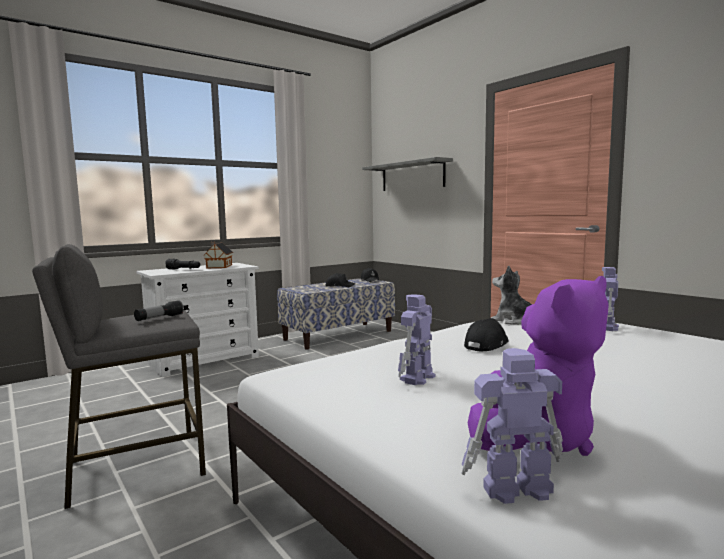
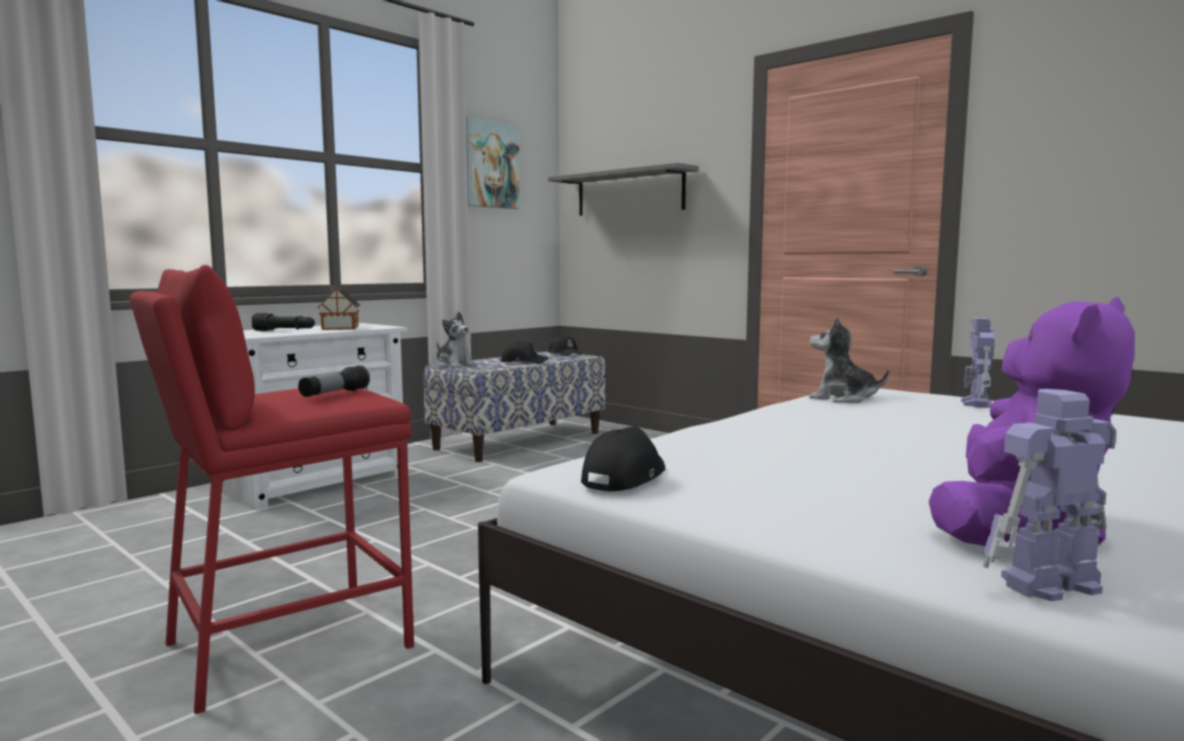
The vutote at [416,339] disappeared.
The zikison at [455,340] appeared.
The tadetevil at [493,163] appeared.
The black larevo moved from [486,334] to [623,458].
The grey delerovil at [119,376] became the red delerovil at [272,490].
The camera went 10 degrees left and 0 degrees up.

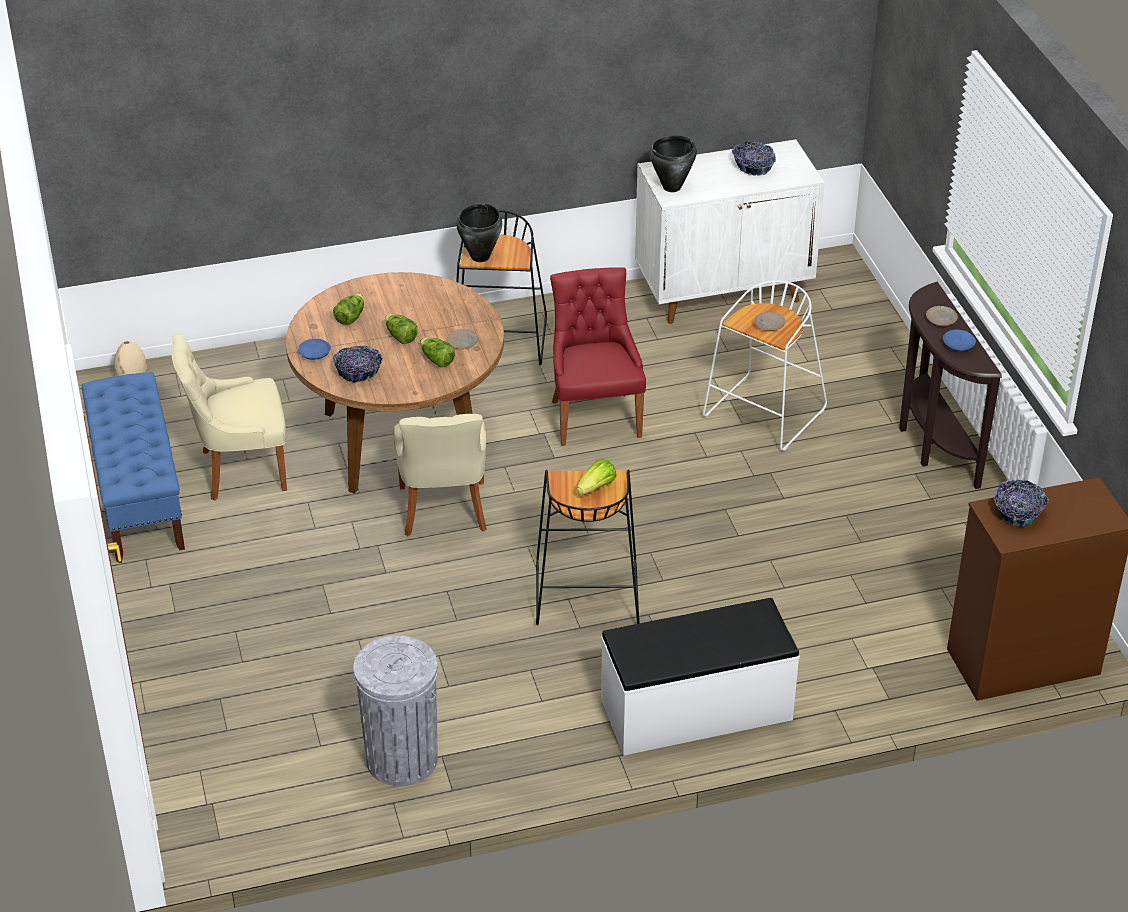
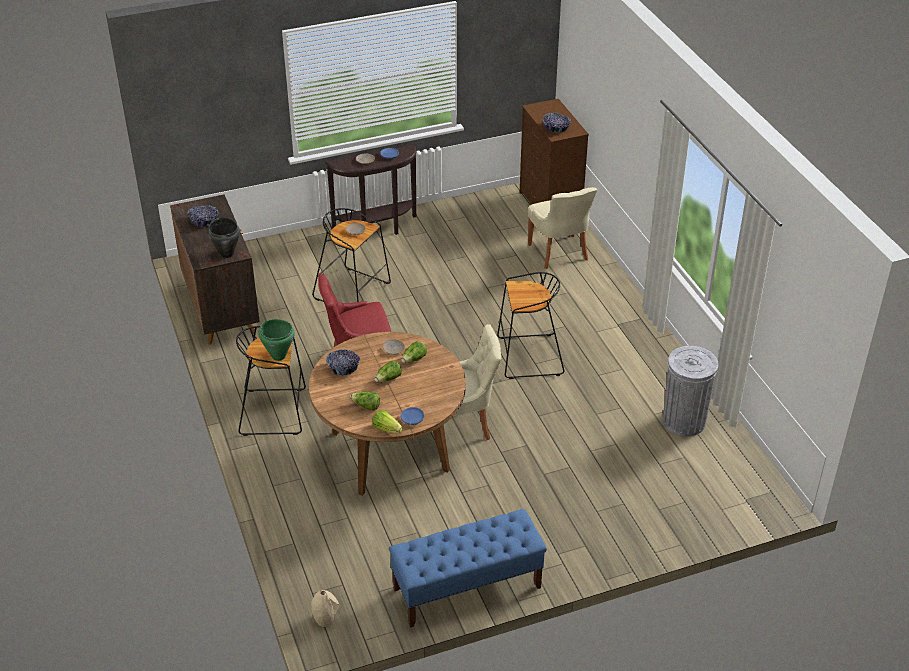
The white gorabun at [700,677] disappeared.
The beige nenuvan moved from [229,417] to [562,228].
The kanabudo moved from [358,364] to [343,362].
The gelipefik moved from [597,477] to [387,421].
The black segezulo at [479,232] became the green segezulo at [276,340].
The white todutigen at [729,231] became the brown todutigen at [215,269].
The white delerovil at [765,366] became the black delerovil at [351,255].
The camera went 95 degrees left and 0 degrees up.

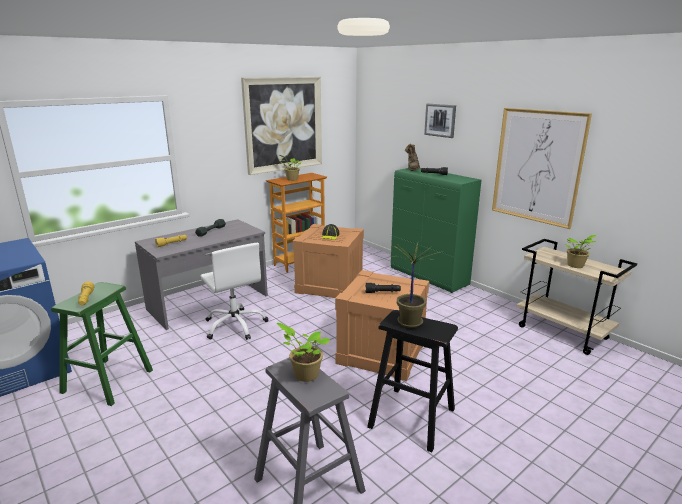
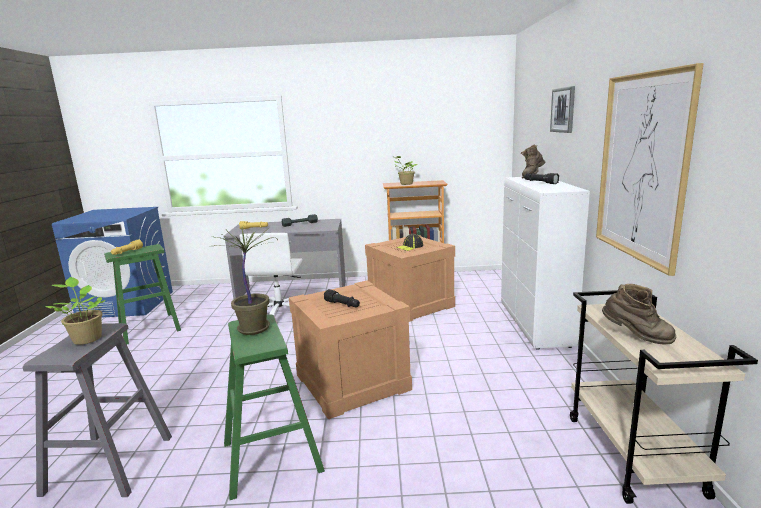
The tadetevil at [281,126] disappeared.
The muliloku at [580,251] was replaced by the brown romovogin at [639,314].
The black delerovil at [412,381] became the green delerovil at [274,407].
The green todutigen at [436,230] became the white todutigen at [545,263].
The camera went 40 degrees right and 5 degrees down.

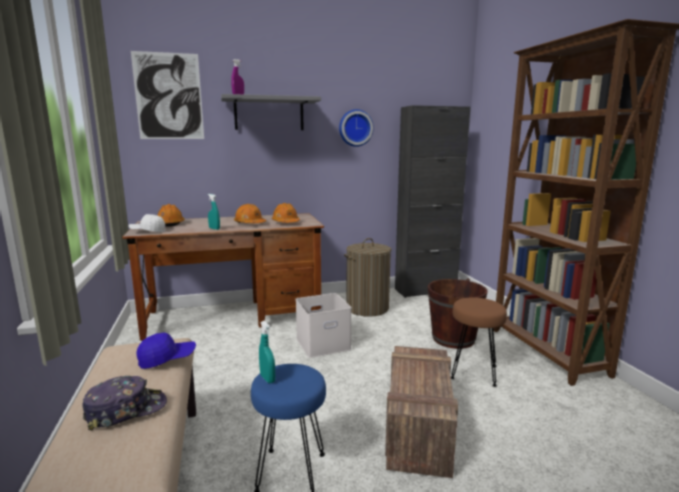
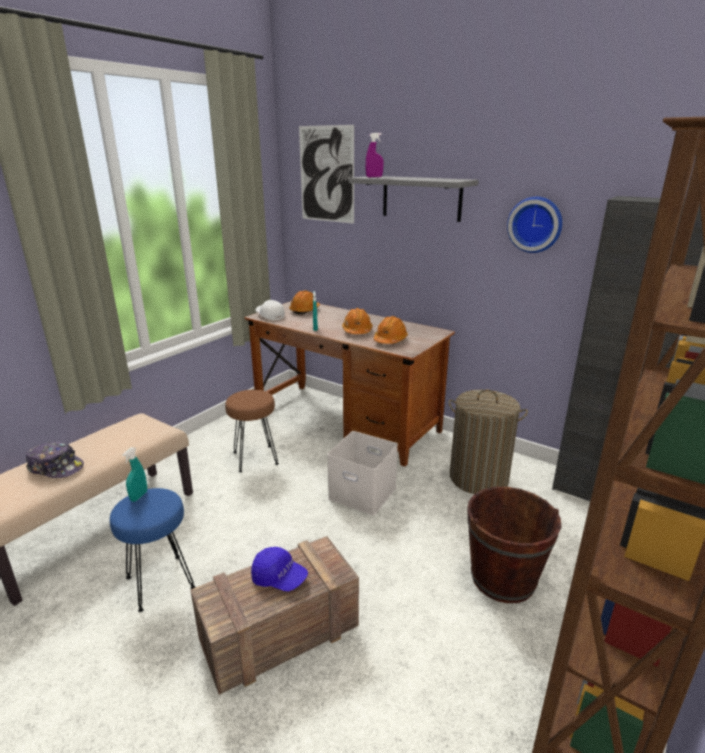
The blue larevo moved from [166,351] to [279,569].
The brown delerovil moved from [479,342] to [252,431].
The camera went 50 degrees right and 10 degrees up.

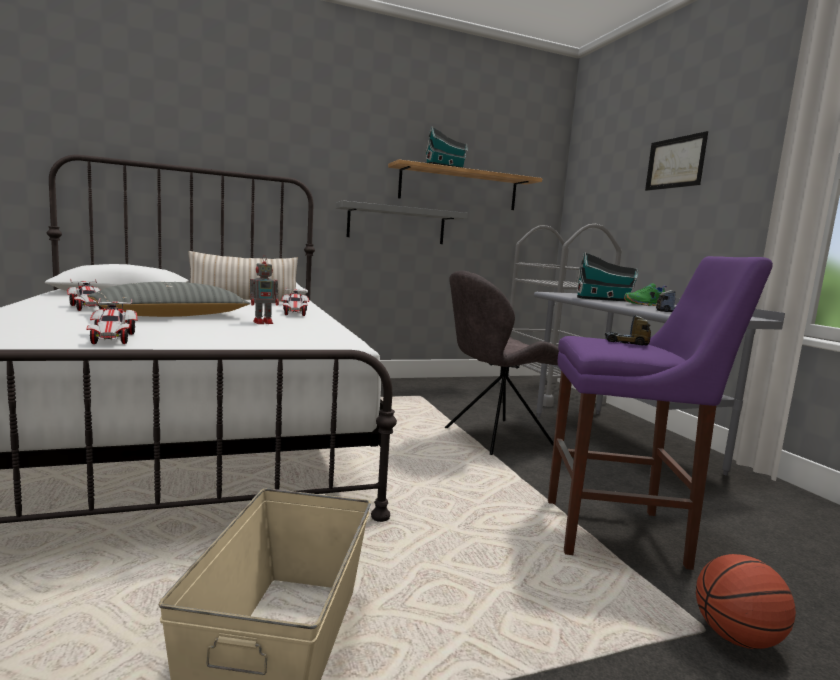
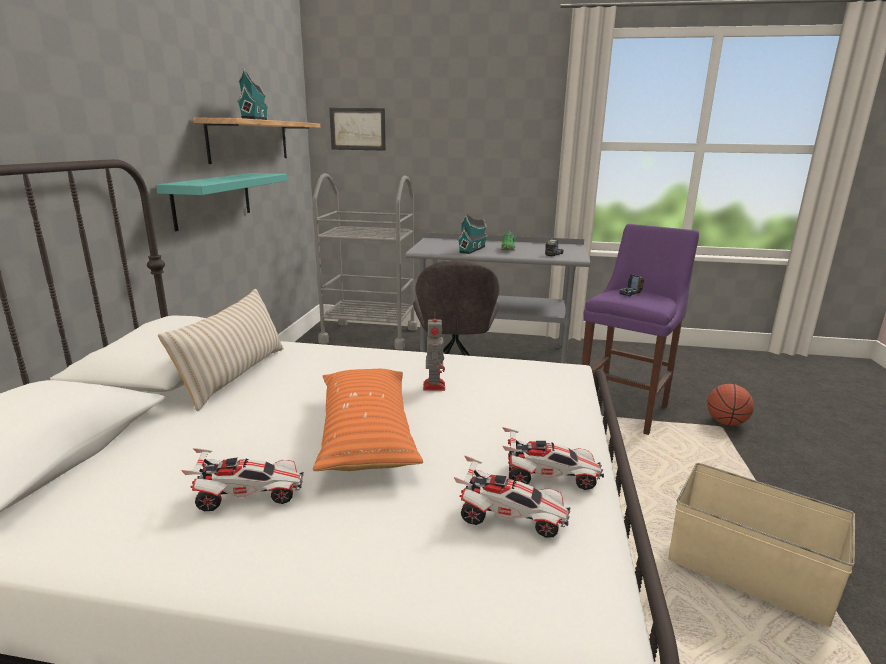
The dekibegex moved from [295,302] to [512,496].
The tadetevil moved from [676,161] to [357,129].
The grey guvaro at [168,299] became the orange guvaro at [368,420].
The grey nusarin at [402,222] became the turquoise nusarin at [221,202].
The camera went 60 degrees left and 10 degrees up.

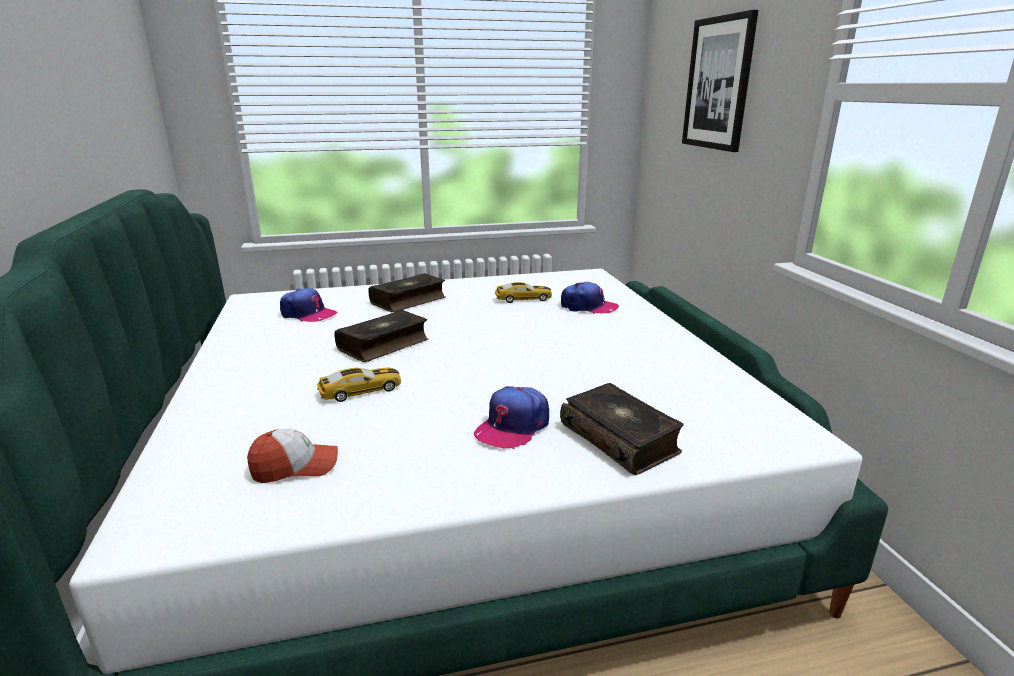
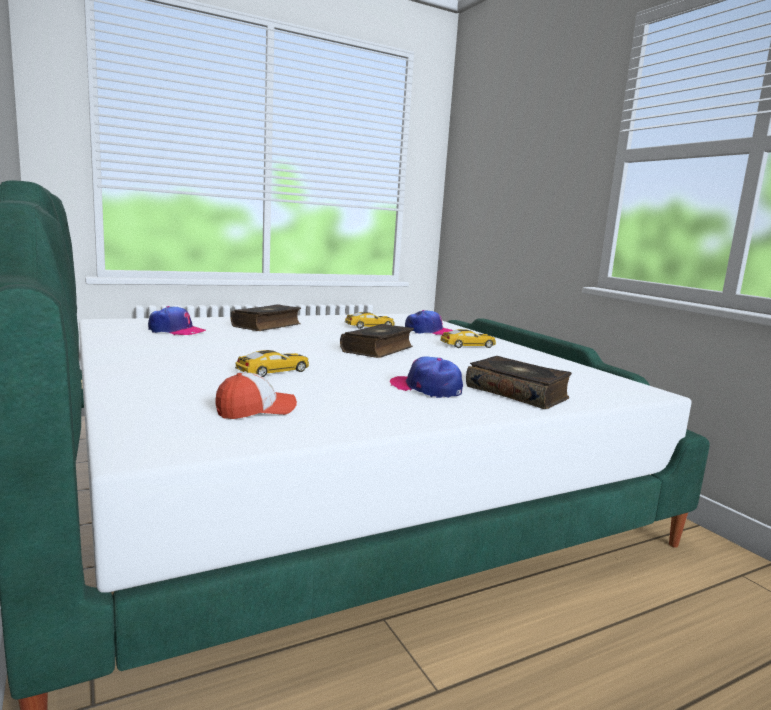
The tadetevil at [720,81] disappeared.
The dekibegex at [468,338] appeared.
The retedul moved from [381,336] to [377,341].
The larevo at [511,418] turned 105 degrees clockwise.
The camera went 15 degrees left and 10 degrees down.

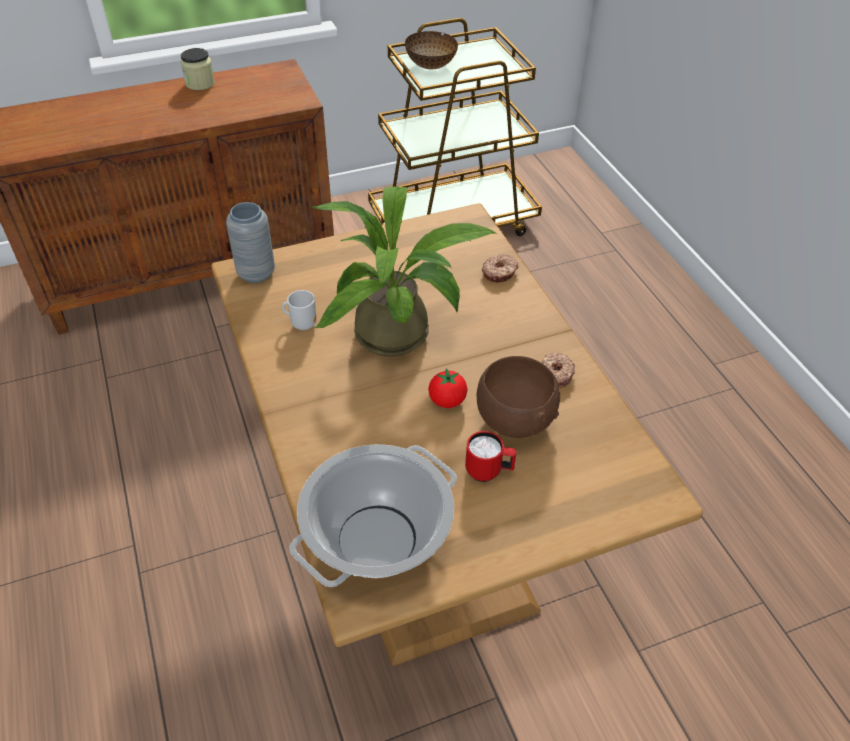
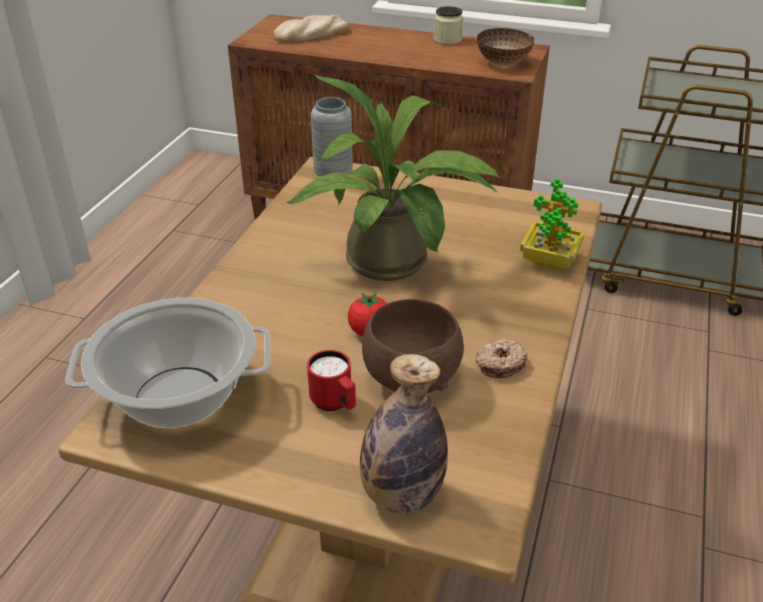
The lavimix at [299,310] disappeared.
The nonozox at [311,28] appeared.
The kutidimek at [404,434] appeared.
The kanabudo moved from [431,50] to [505,47].
The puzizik at [500,268] was replaced by the muliloku at [552,223].
The camera went 40 degrees right and 10 degrees down.

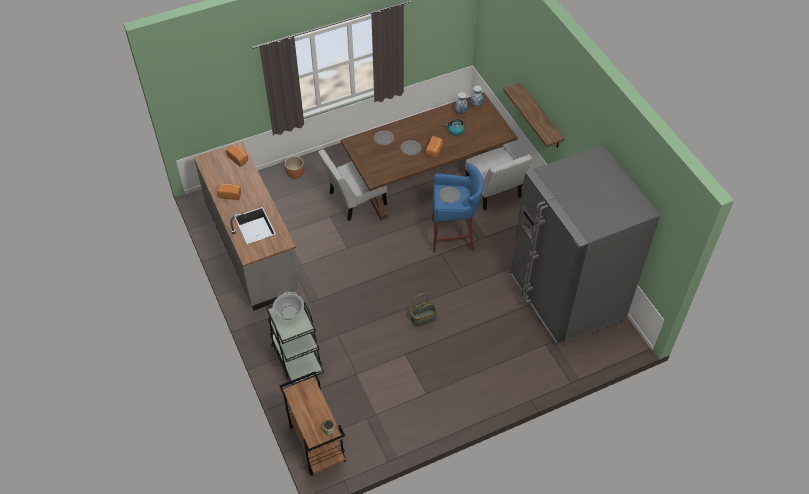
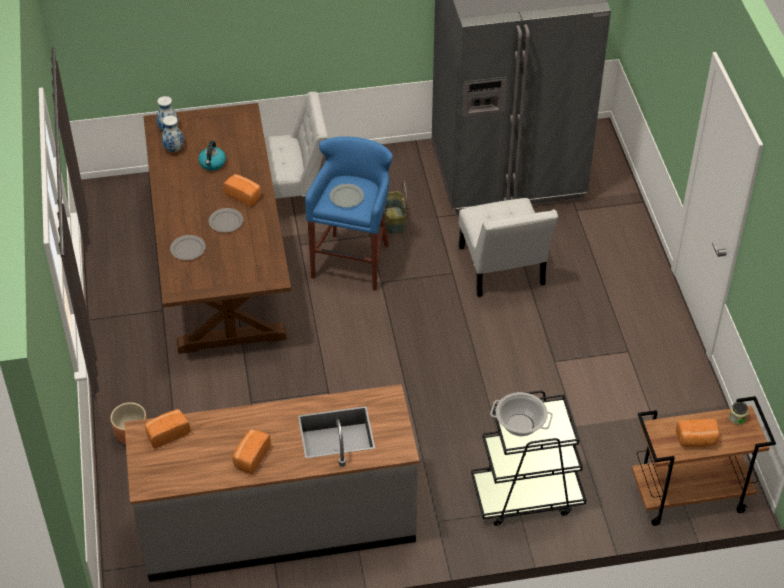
The nusarin at [533,115] disappeared.
The nonozox at [697,433] appeared.
The white nenuvan moved from [352,185] to [508,247].
The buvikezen moved from [424,310] to [395,207].
The camera went 75 degrees left and 5 degrees down.

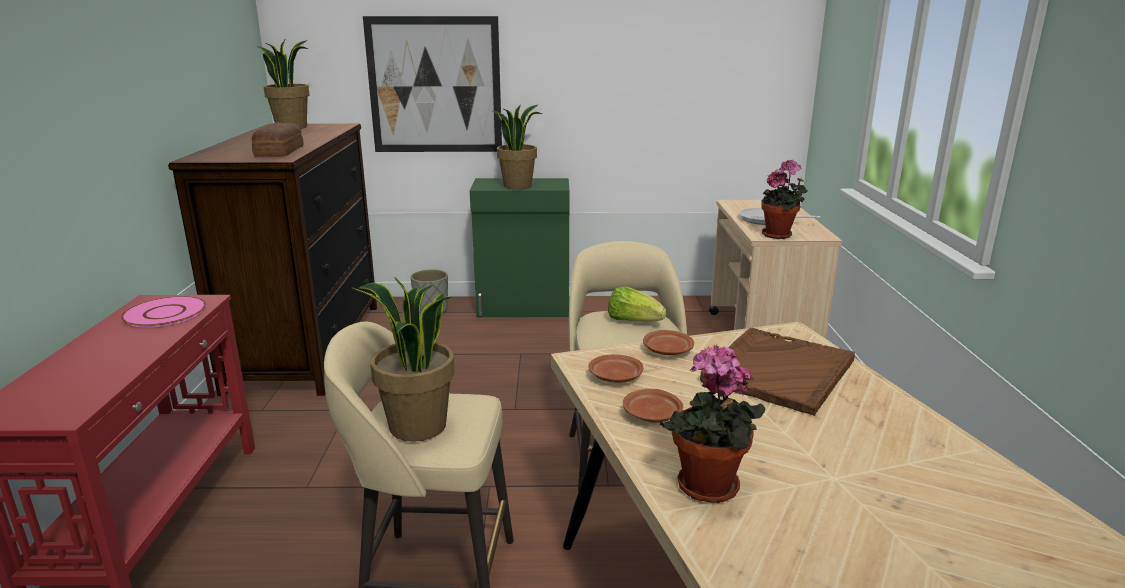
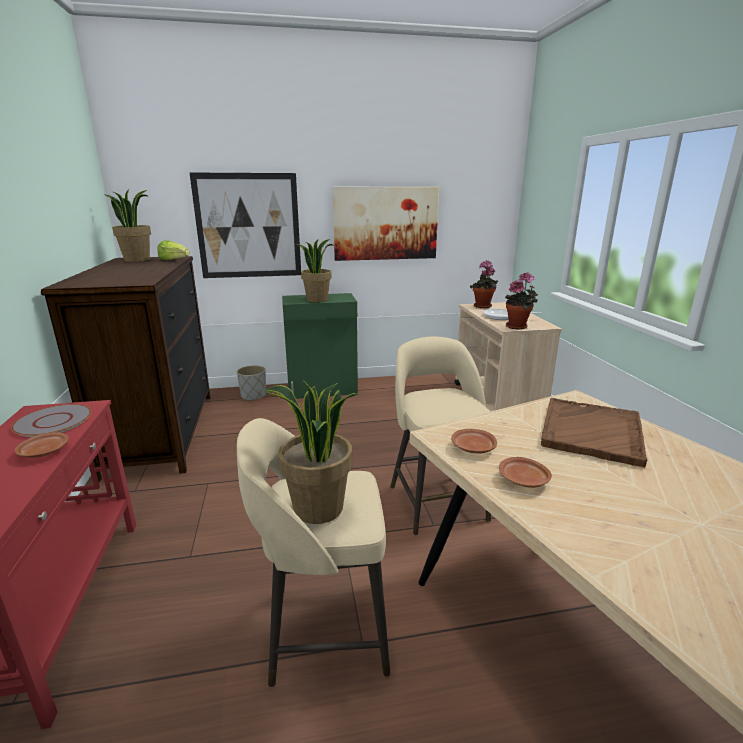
The nonozox at [277,140] disappeared.
The tadetevil at [386,224] appeared.
The gelipefik moved from [637,304] to [173,250].
The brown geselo moved from [668,342] to [42,445].
The muliloku moved from [713,424] to [484,284].
The pink geselo at [163,312] became the grey geselo at [51,420].
The camera went 10 degrees left and 0 degrees up.

